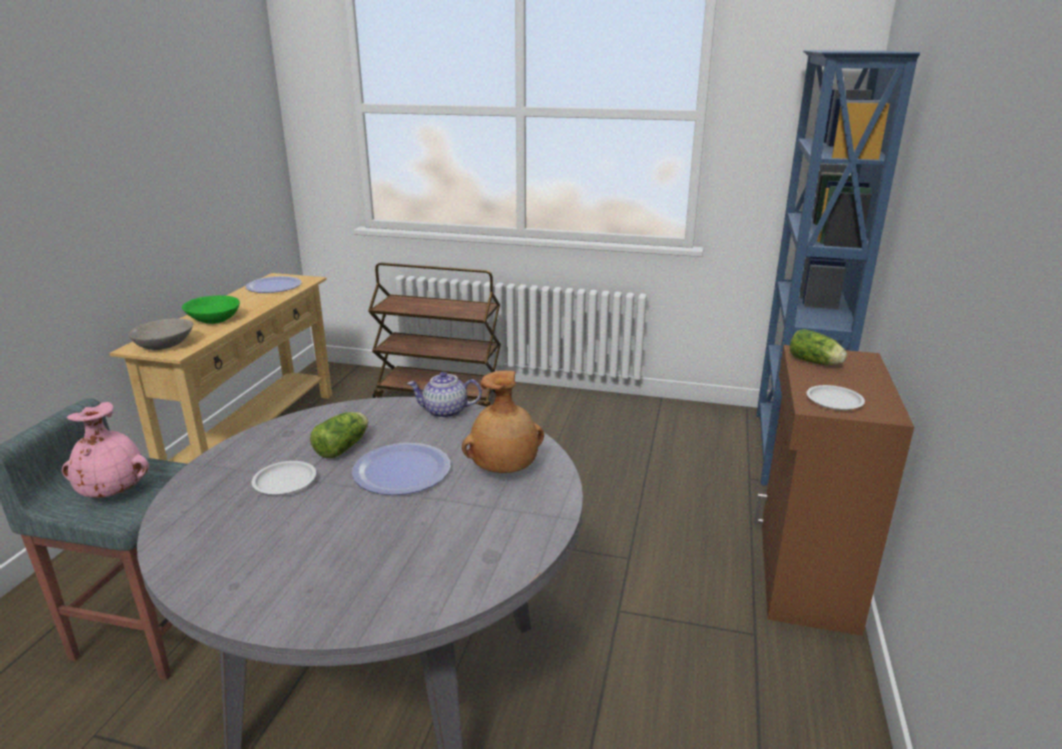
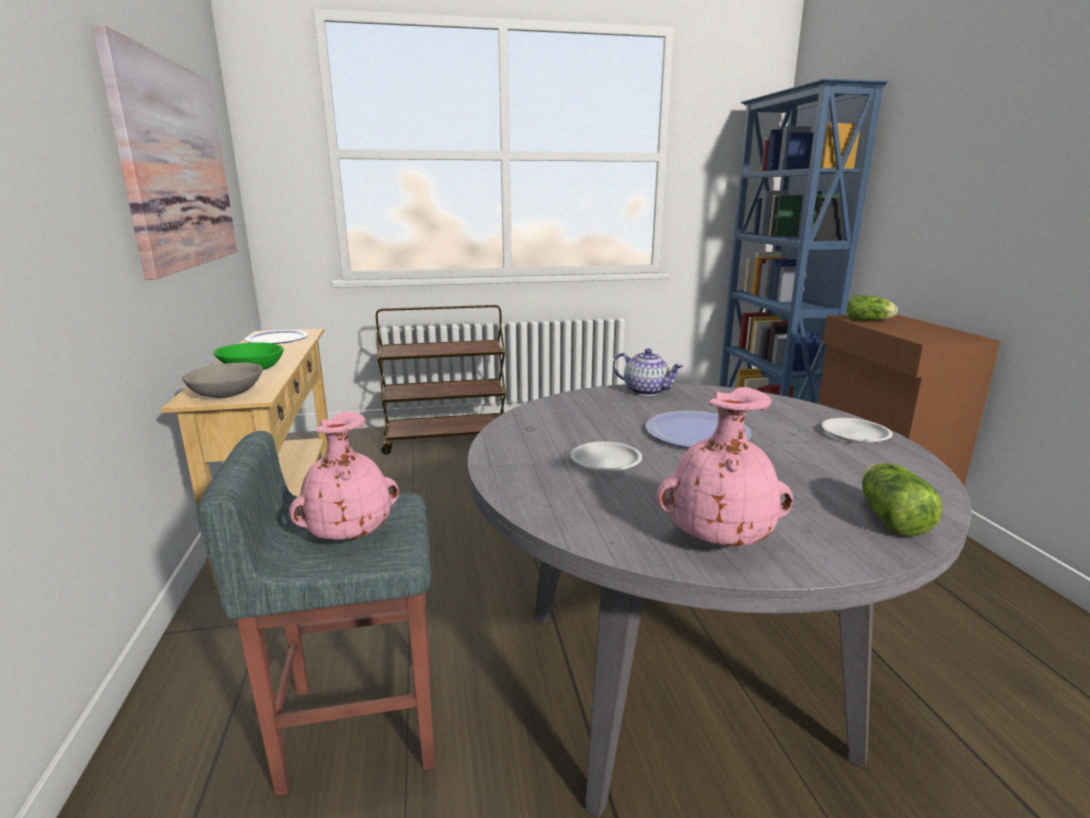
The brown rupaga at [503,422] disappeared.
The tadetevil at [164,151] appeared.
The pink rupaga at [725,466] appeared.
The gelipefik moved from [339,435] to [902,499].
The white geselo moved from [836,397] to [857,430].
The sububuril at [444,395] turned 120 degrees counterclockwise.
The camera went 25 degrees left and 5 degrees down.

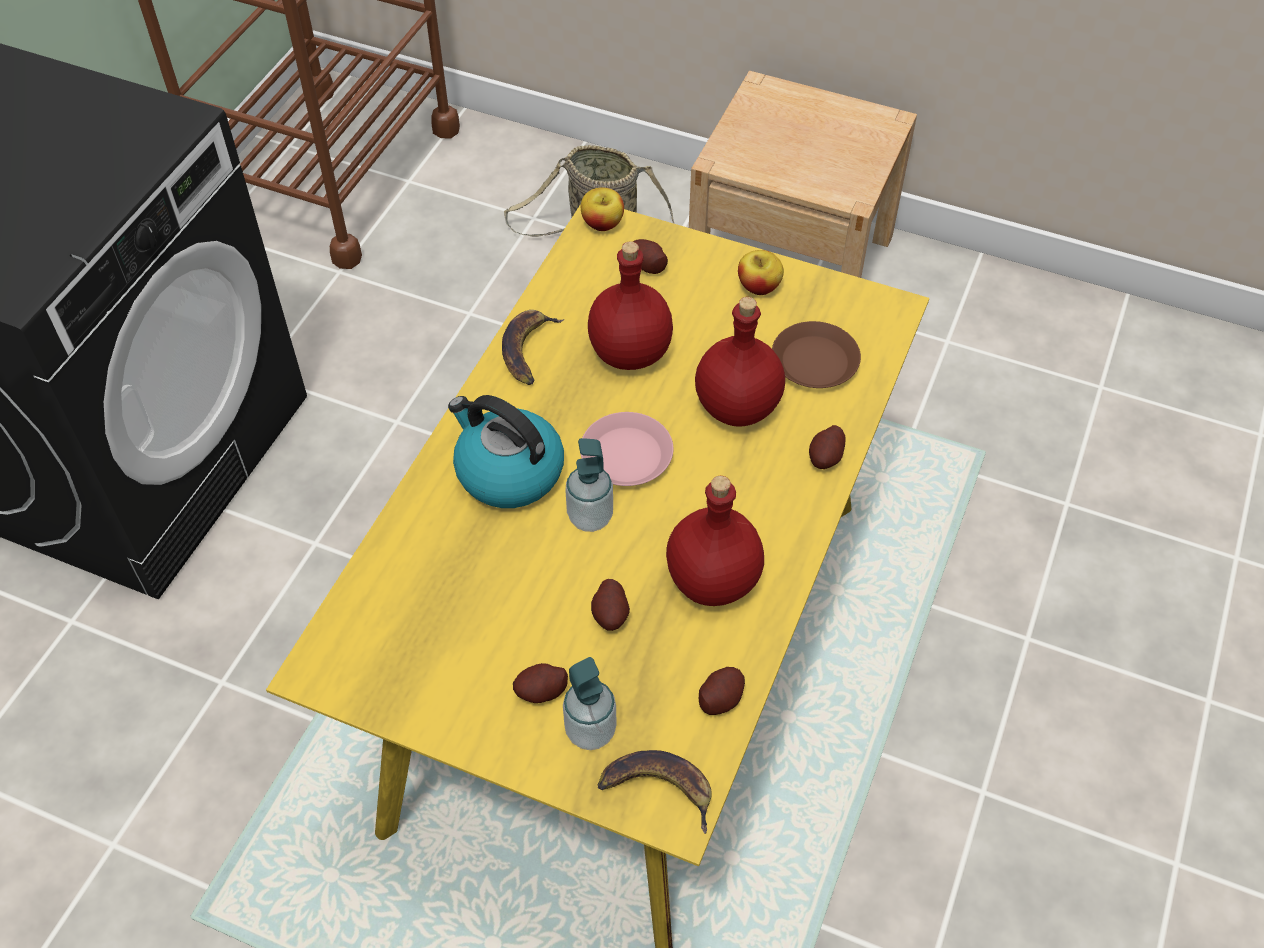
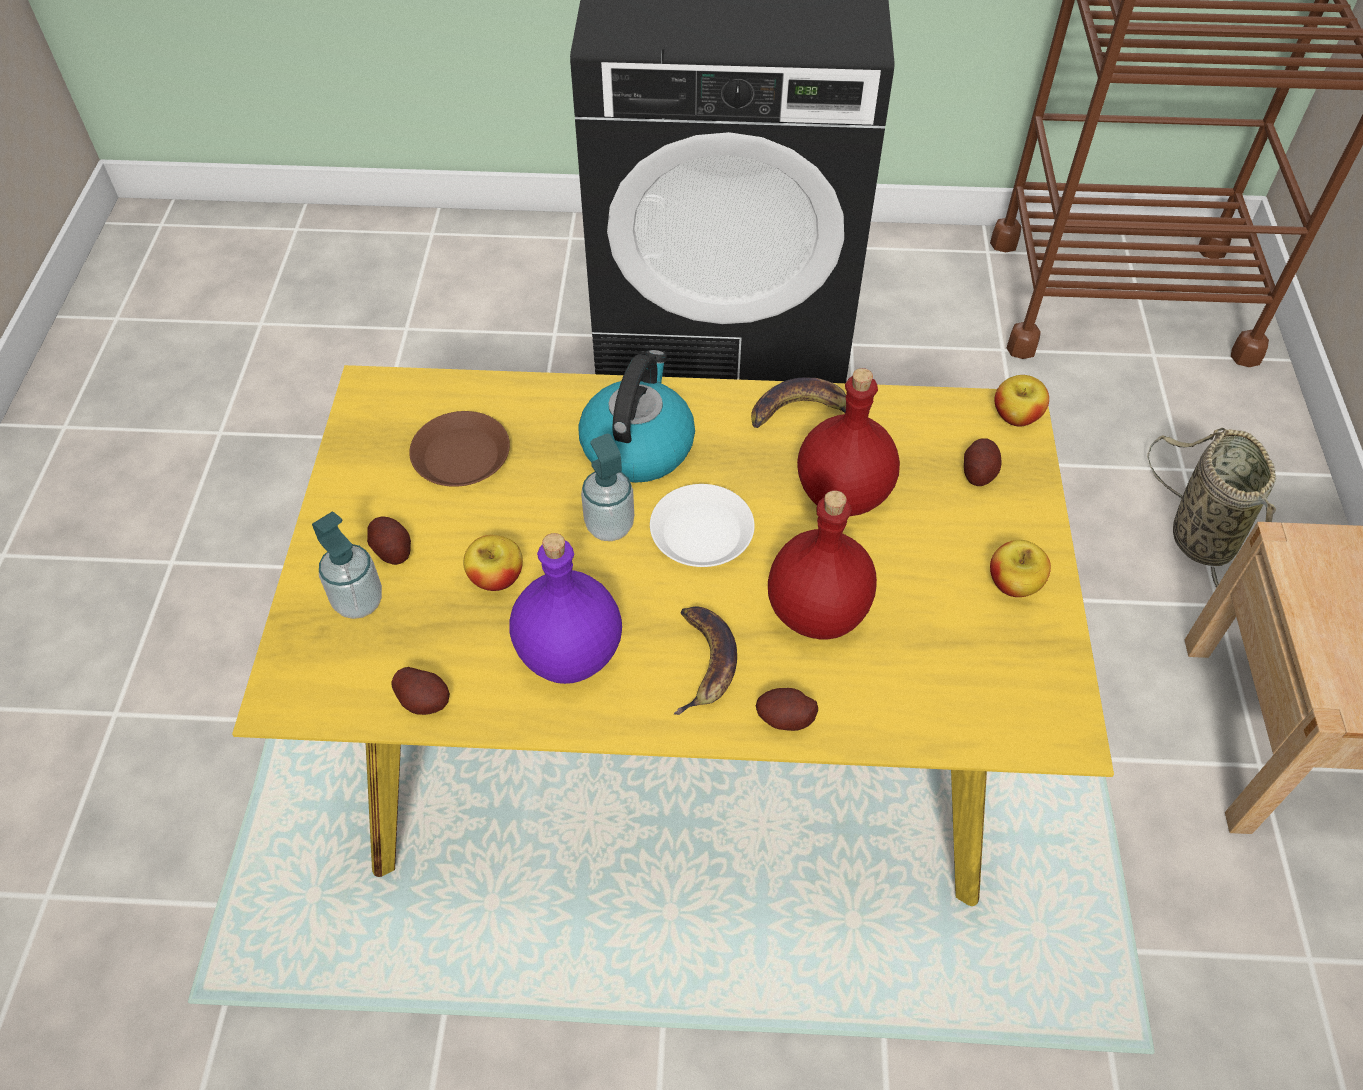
The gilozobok moved from [655,792] to [705,660].
The brown geselo moved from [816,354] to [459,449].
The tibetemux at [610,605] was replaced by the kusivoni at [493,563].
The pink geselo at [627,449] became the white geselo at [702,525].
The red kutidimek at [715,541] became the purple kutidimek at [565,608].
The camera went 70 degrees right and 0 degrees up.

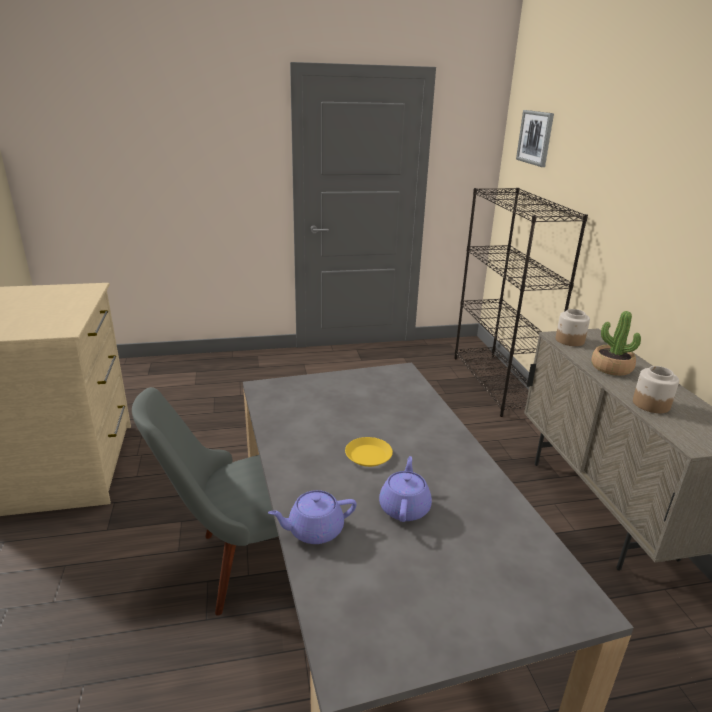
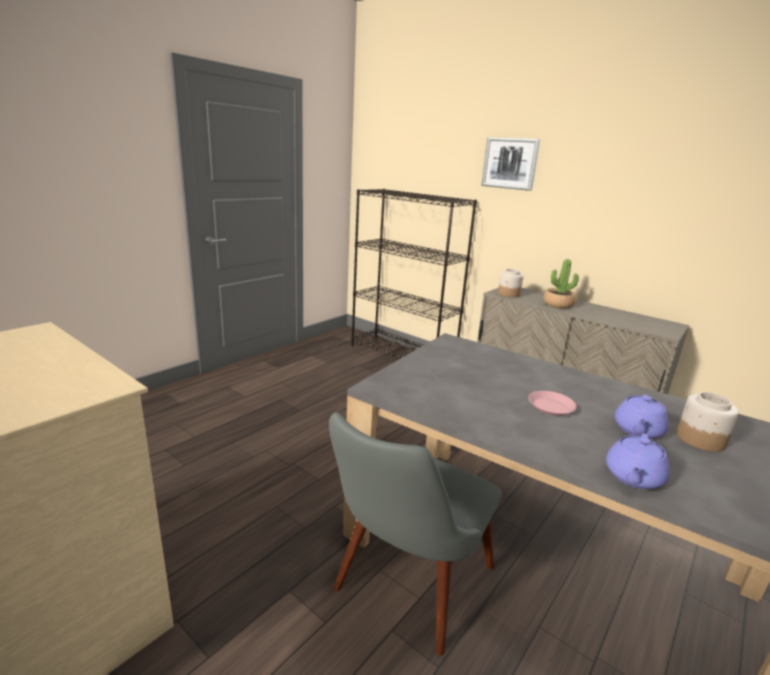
The tadetevil moved from [535,138] to [510,164].
The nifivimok moved from [656,389] to [708,422].
The yellow geselo at [369,452] became the pink geselo at [552,403].
The purple sububuril at [405,489] turned 120 degrees counterclockwise.
The camera went 40 degrees left and 5 degrees down.

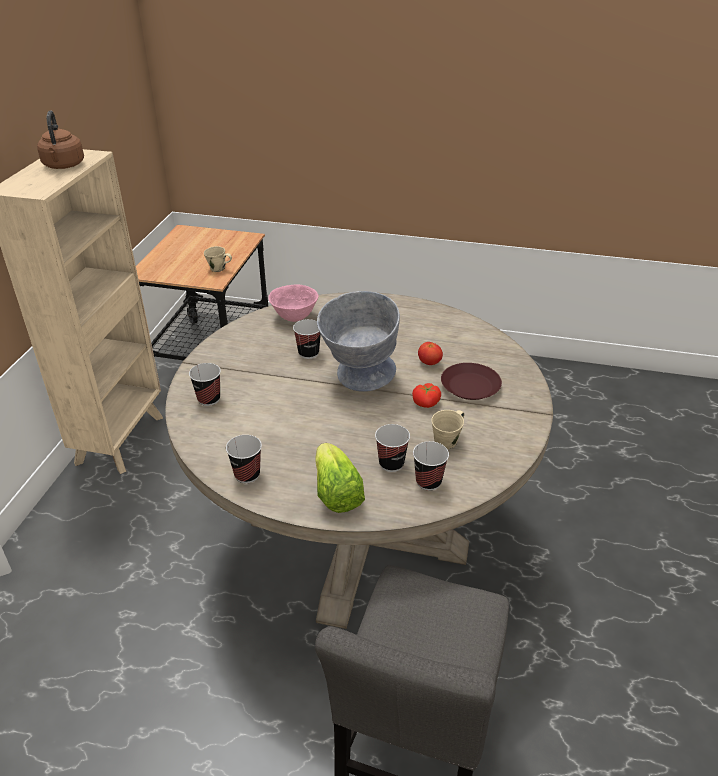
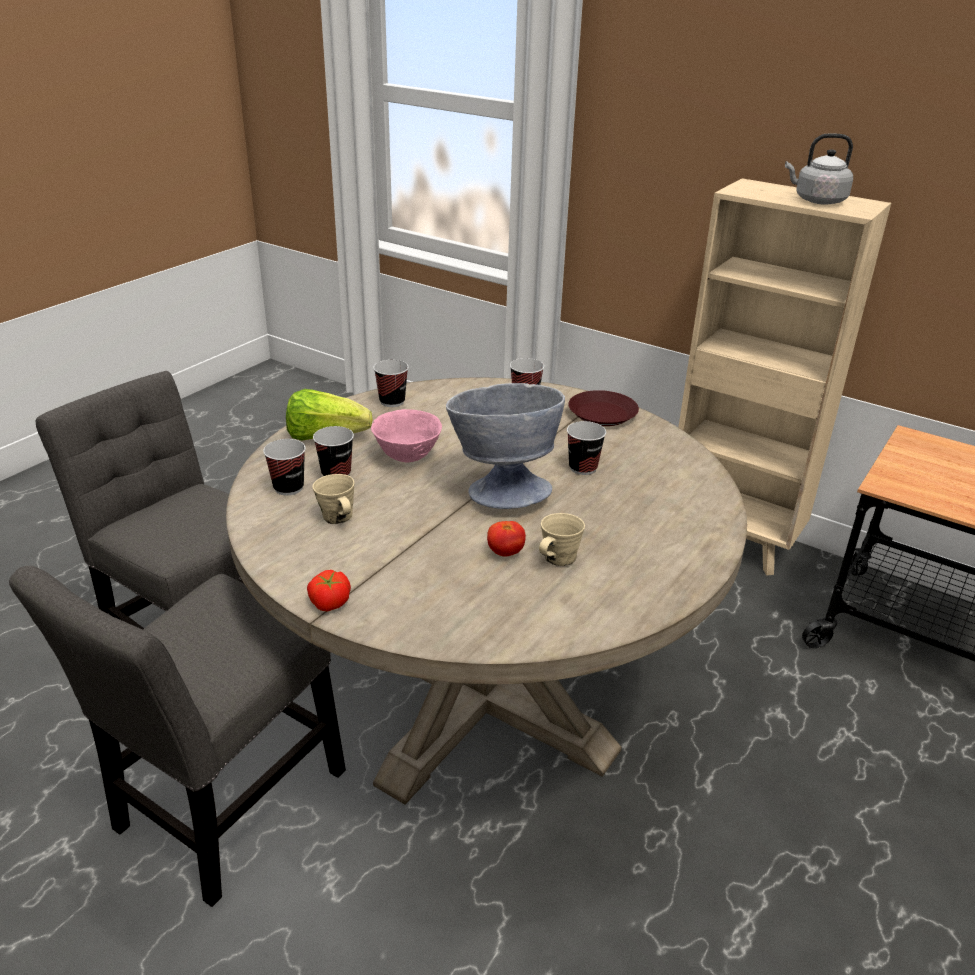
The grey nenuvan at [177,736] appeared.
The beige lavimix moved from [218,259] to [562,539].
The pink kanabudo moved from [293,303] to [406,435].
The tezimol moved from [426,395] to [329,590].
The brown geselo moved from [471,381] to [603,408].
The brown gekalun at [60,140] became the grey gekalun at [819,169].
The camera went 110 degrees right and 5 degrees down.

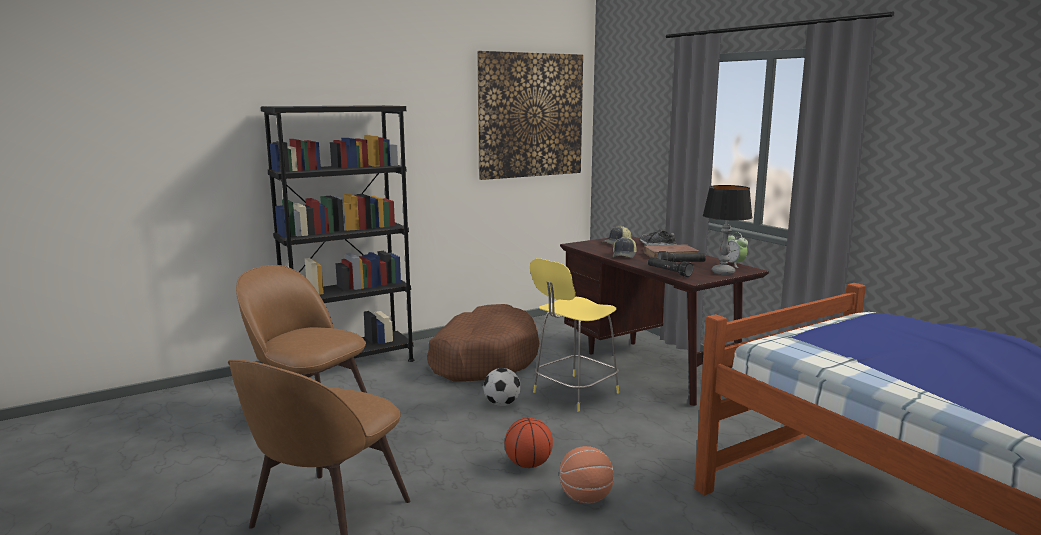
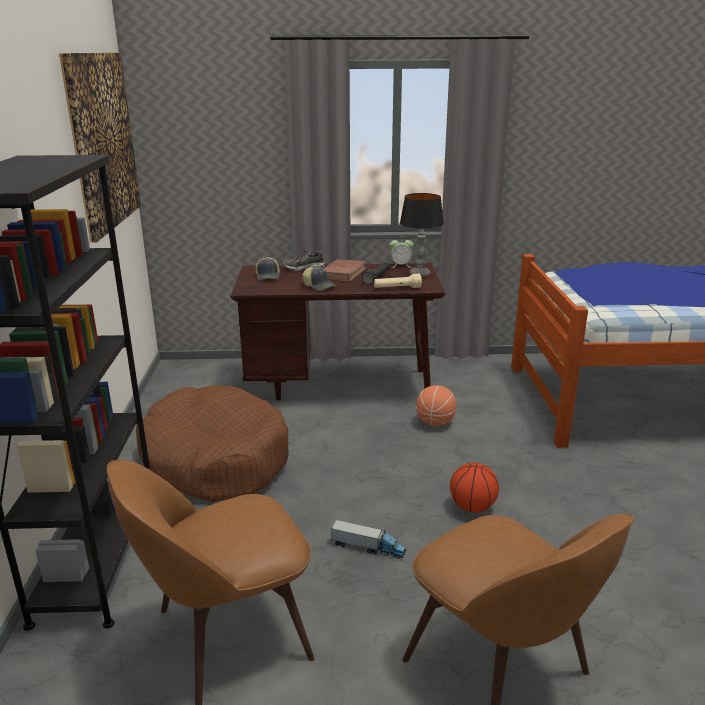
The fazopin at [502,387] disappeared.
The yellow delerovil at [574,335] disappeared.
The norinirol at [368,539] appeared.
The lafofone moved from [586,475] to [436,405].
The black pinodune at [670,267] became the beige pinodune at [398,281].
The camera went 60 degrees left and 10 degrees up.

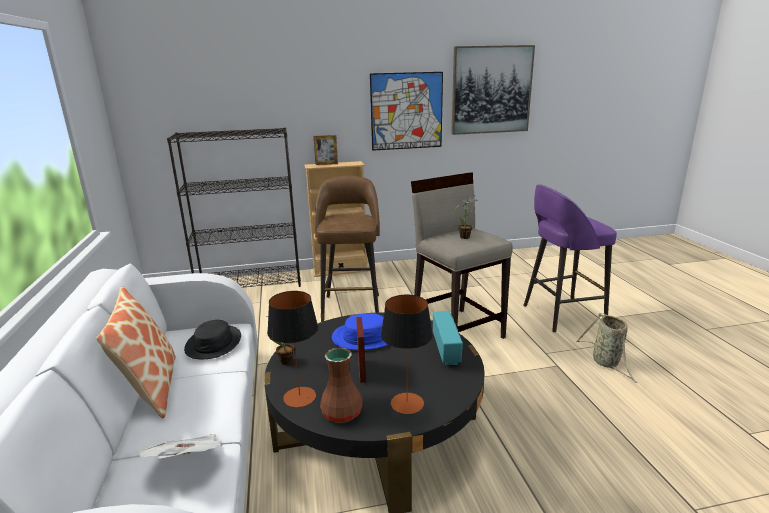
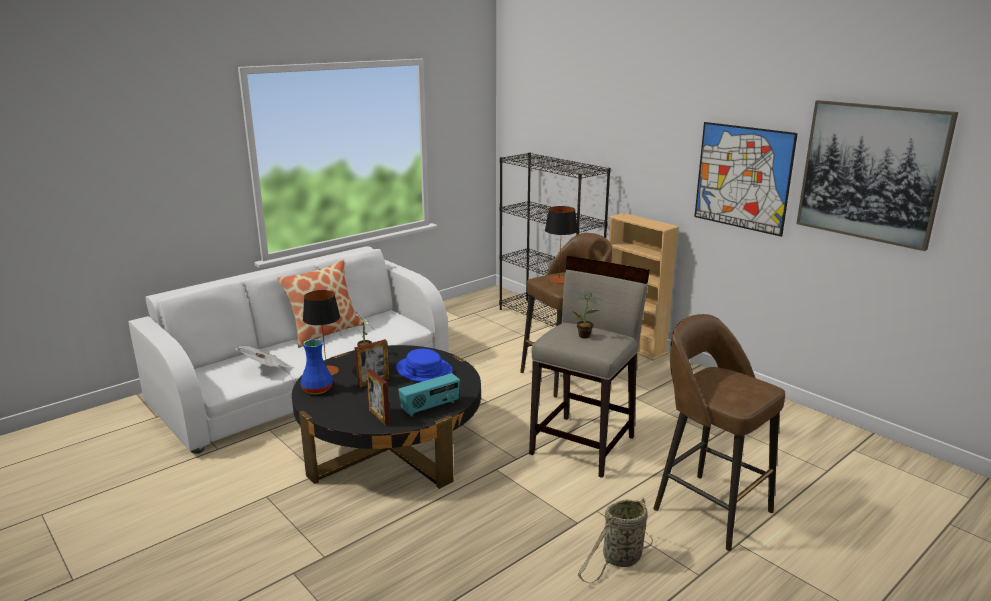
The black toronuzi at [212,339] disappeared.
The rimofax moved from [326,150] to [378,397].
The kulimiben moved from [407,354] to [561,245].
The brown rupaga at [341,385] became the blue rupaga at [316,366].
The purple delerovil at [570,258] became the brown delerovil at [719,432].
The camera went 60 degrees right and 0 degrees up.

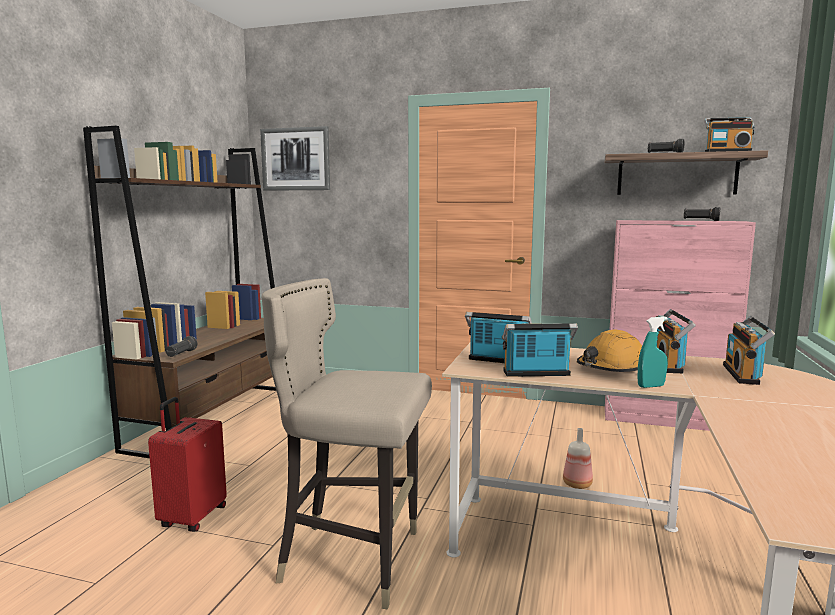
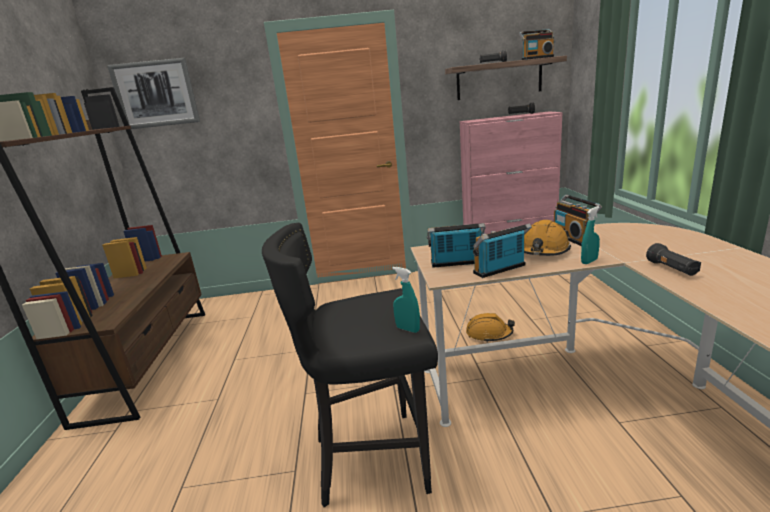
The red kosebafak at [187,464] disappeared.
The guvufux at [749,350] disappeared.
The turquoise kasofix at [406,300] appeared.
The black pinodune moved from [181,346] to [673,259].
The kutidimek at [578,458] was replaced by the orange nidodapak at [490,328].
The beige delerovil at [347,443] became the black delerovil at [350,365].
The camera went 20 degrees left and 10 degrees up.

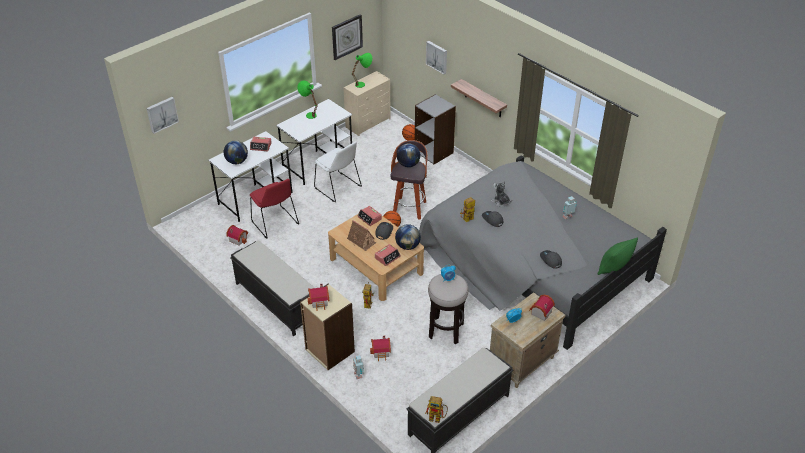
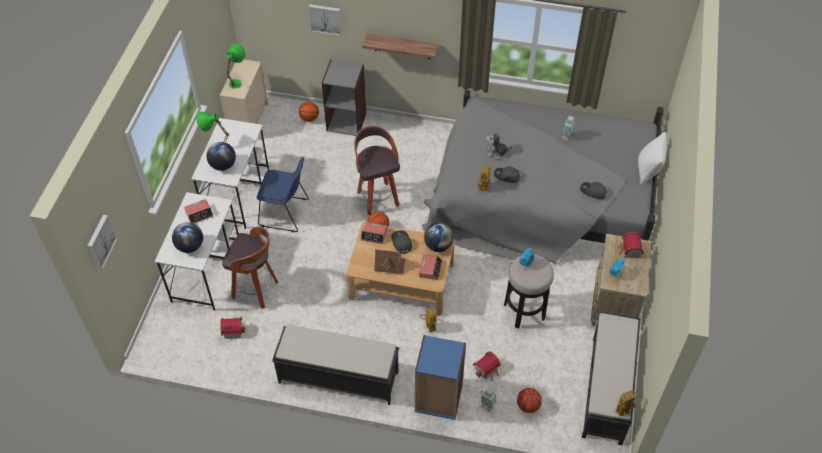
The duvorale at [318,297] disappeared.
The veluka at [347,37] disappeared.
The lafofone at [529,400] appeared.
The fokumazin moved from [409,155] to [221,156].
The red nenuvan at [274,208] was replaced by the delerovil at [250,268].
The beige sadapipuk at [327,327] became the blue sadapipuk at [440,377].
The white nenuvan at [338,171] became the blue nenuvan at [283,194].
The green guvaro at [617,256] became the white guvaro at [652,158].
The camera went 35 degrees left and 10 degrees up.

